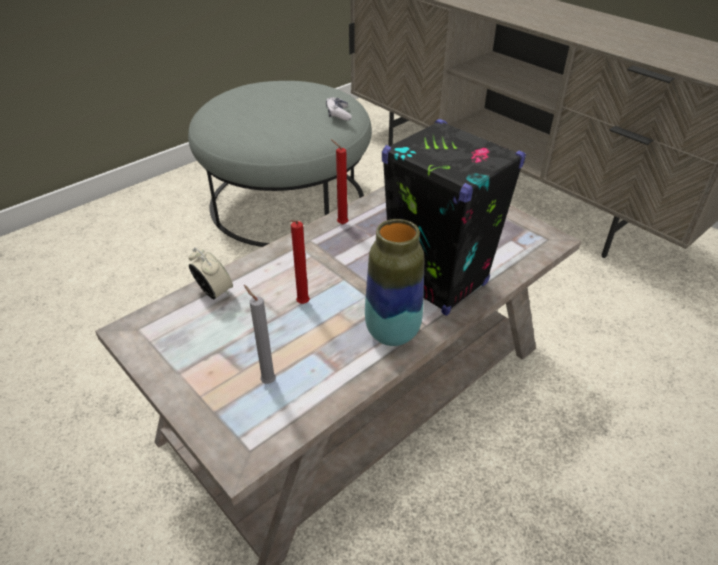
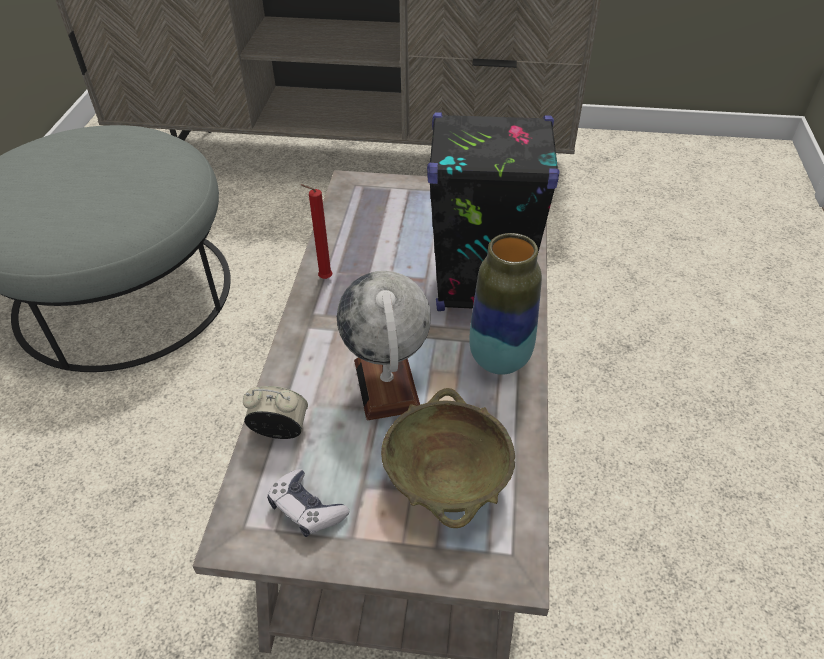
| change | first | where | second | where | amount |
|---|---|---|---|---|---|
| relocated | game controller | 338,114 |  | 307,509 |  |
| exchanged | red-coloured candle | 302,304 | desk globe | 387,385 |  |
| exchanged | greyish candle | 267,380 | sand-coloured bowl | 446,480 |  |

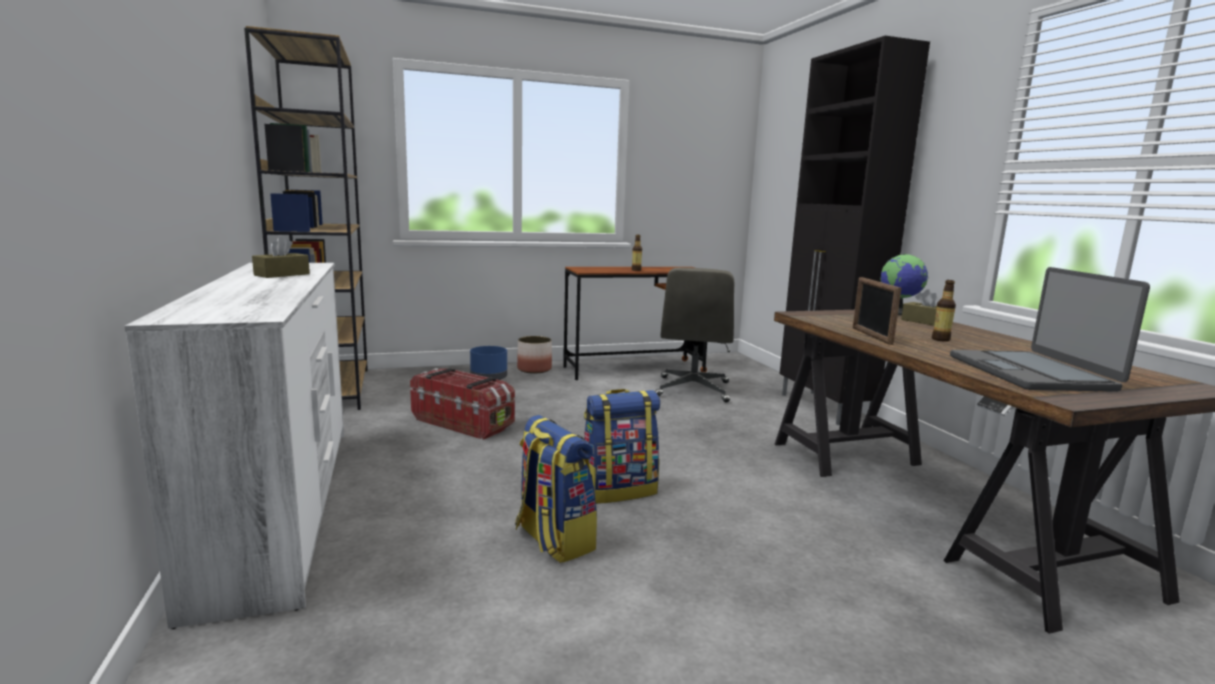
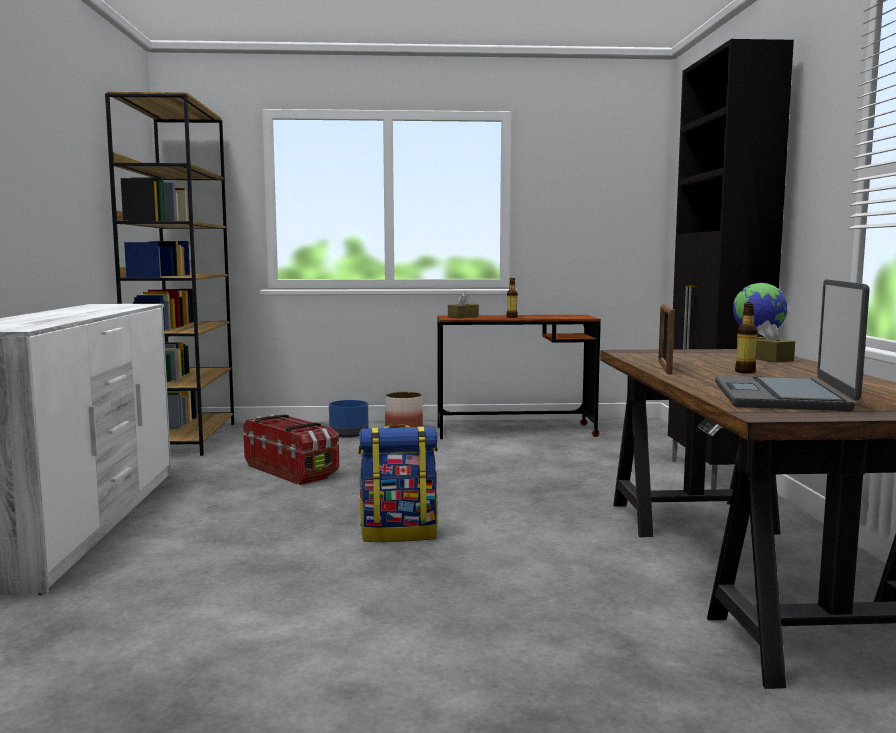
| change | first | where | second | where | amount |
|---|---|---|---|---|---|
| relocated | brown-coloured tissue holder | 282,274 |  | 463,317 |  |
| missing | greyish desk chair | 693,390 |  |  |  |
| missing | knapsack | 553,539 |  |  |  |

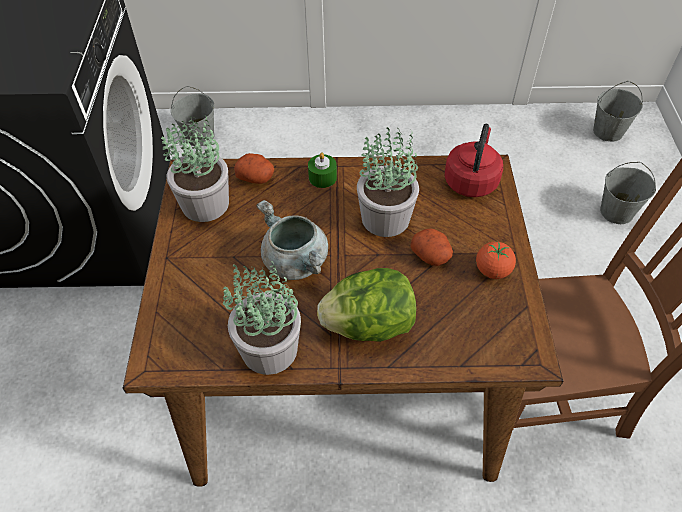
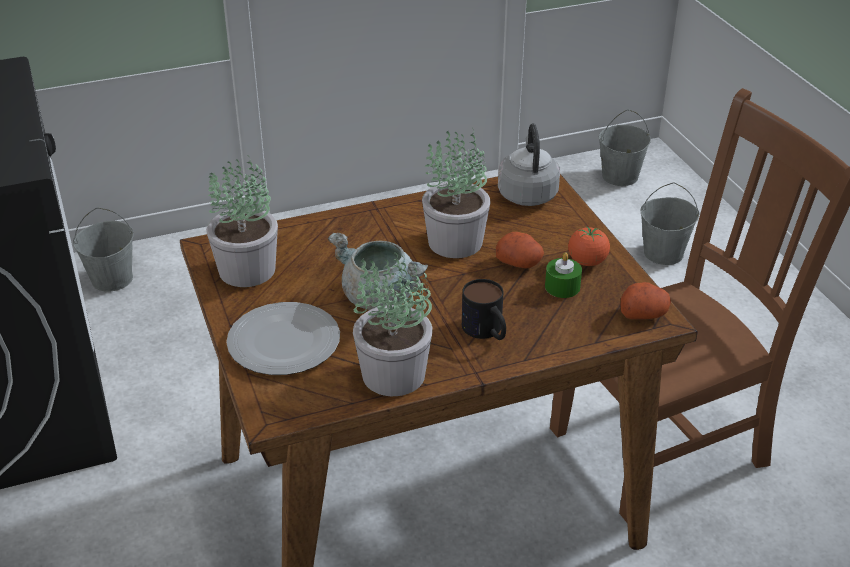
| change | first | where | second | where | amount |
|---|---|---|---|---|---|
| colour | red-coloured tea kettle | 471,180 | greyish tea kettle | 527,193 |  |
| relocated | greenish candle | 322,177 |  | 562,287 |  |
| relocated | potato | 256,177 |  | 643,313 |  |
| exchanged | lettuce | 369,325 | coffee mug | 487,331 |  |
| appeared |  |  | plate | 283,343 |  |

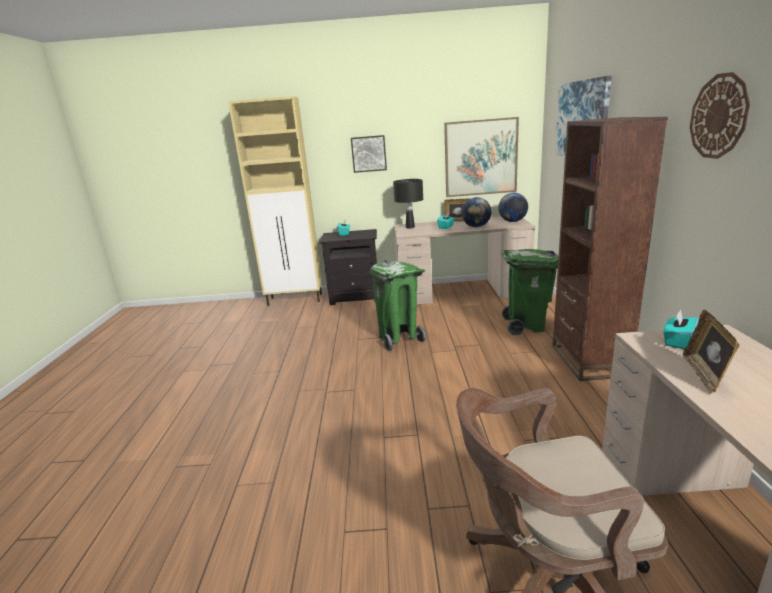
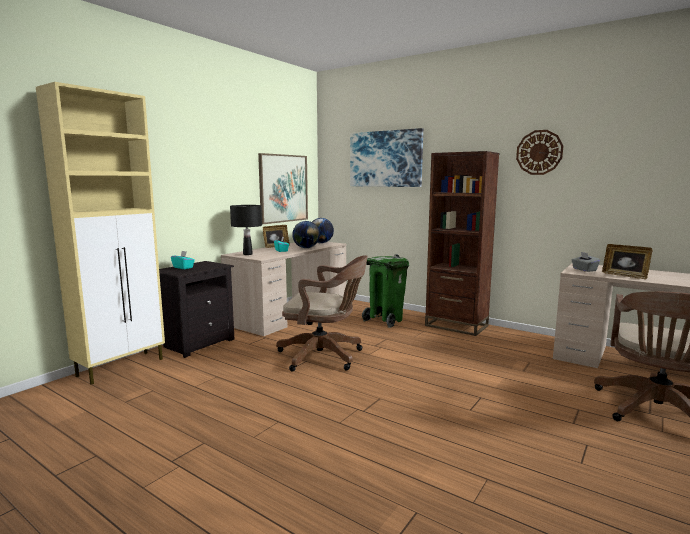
| change | first | where | second | where | amount |
|---|---|---|---|---|---|
| missing | wall art | 369,153 |  |  |  |
| exchanged | greenish trash can | 399,339 | brown-coloured desk chair | 325,356 |  |
| colour | turquoise tissue holder | 678,341 | greyish tissue holder | 584,270 |  |

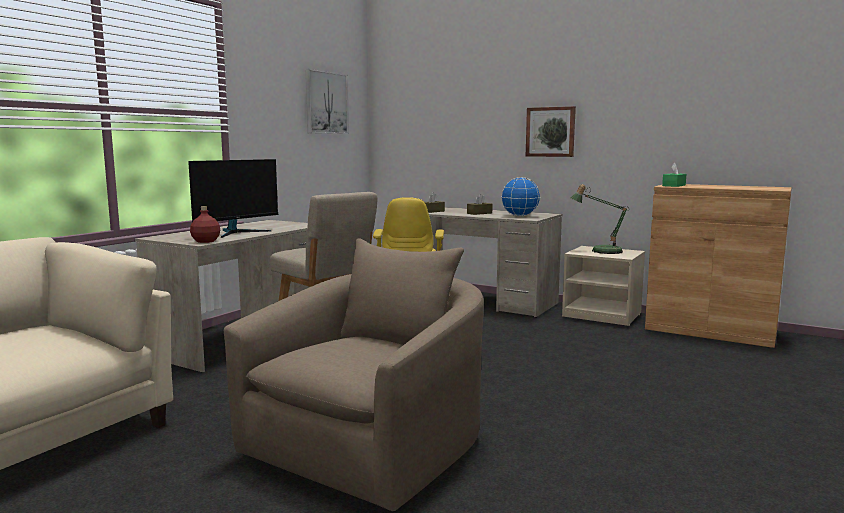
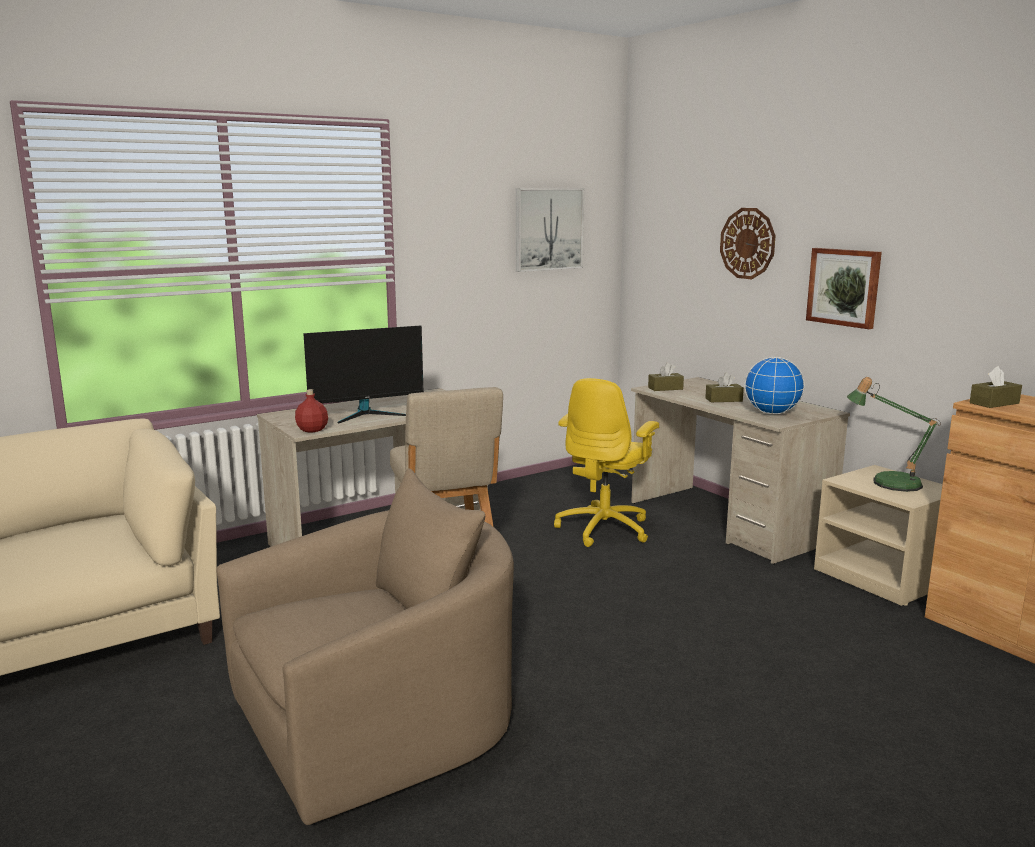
| change | first | where | second | where | amount |
|---|---|---|---|---|---|
| colour | greenish tissue holder | 674,185 | brown-coloured tissue holder | 994,403 |  |
| appeared |  |  | wall clock | 747,243 |  |

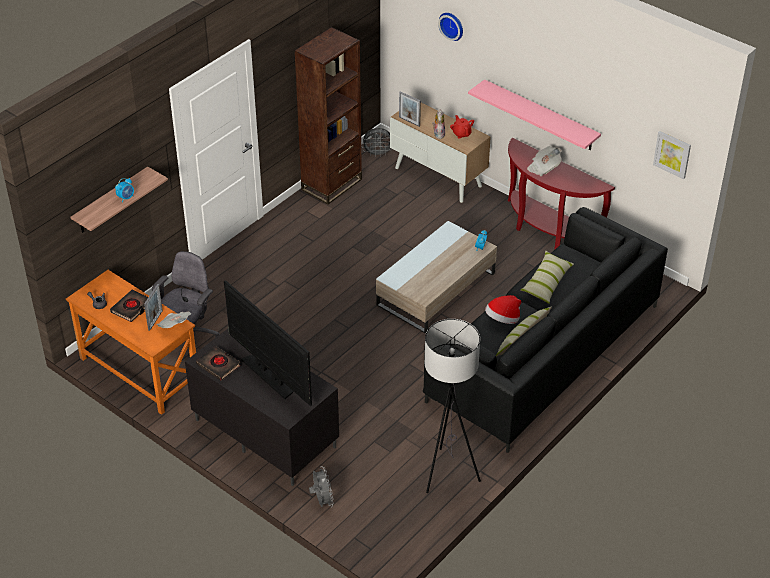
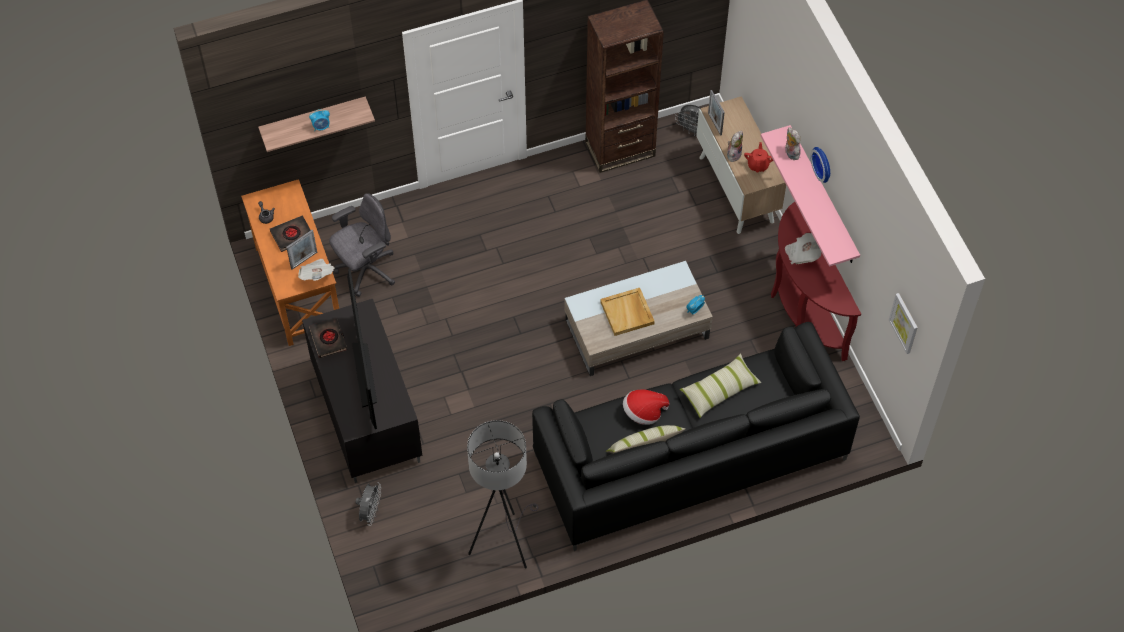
| change | first | where | second | where | amount |
|---|---|---|---|---|---|
| relocated | wall clock | 452,25 |  | 823,163 |  |
| appeared |  |  | soft toy | 790,153 |  |
| appeared |  |  | sand-coloured tray | 627,313 |  |

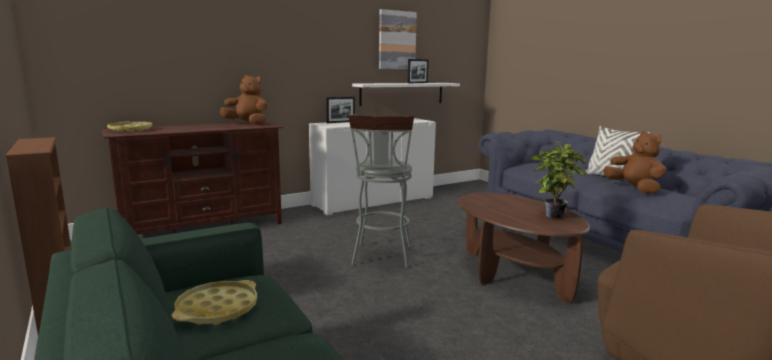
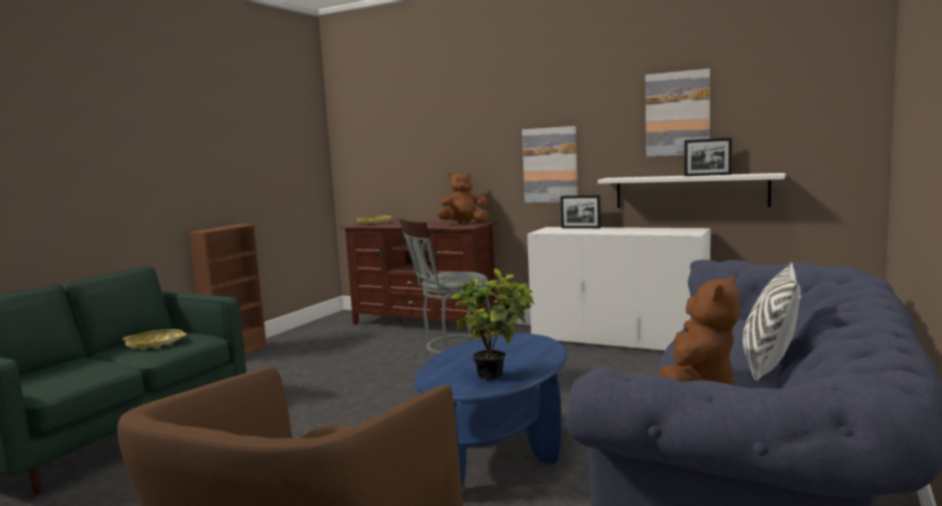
| change | first | where | second | where | amount |
|---|---|---|---|---|---|
| spun | brown-coloured soft toy | 247,124 |  | 463,223 | 90 degrees counterclockwise |
| colour | brown-coloured lounge table | 513,274 | blue lounge table | 498,453 |  |
| appeared |  |  | wall art | 550,165 |  |

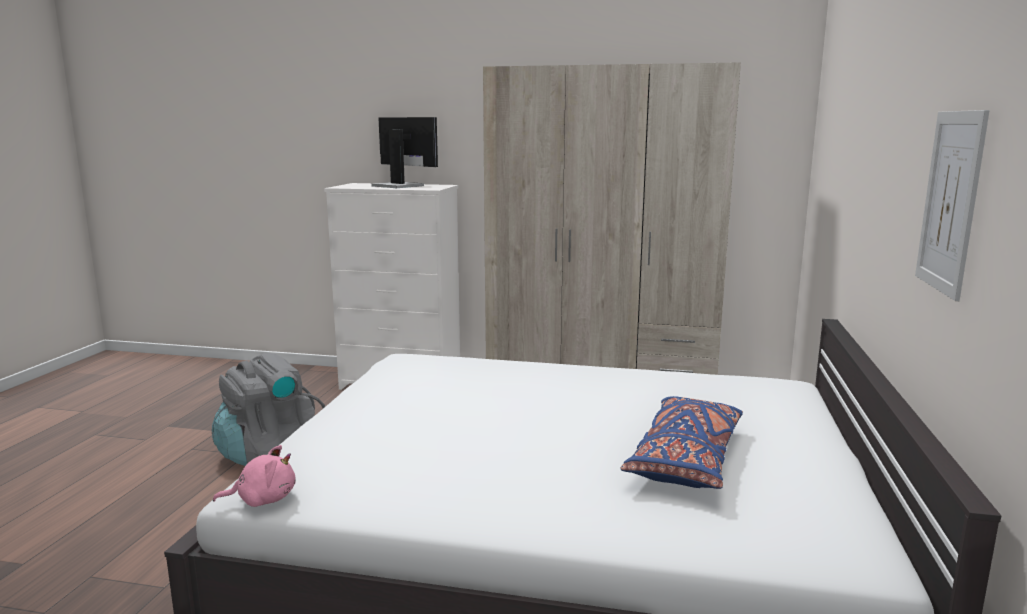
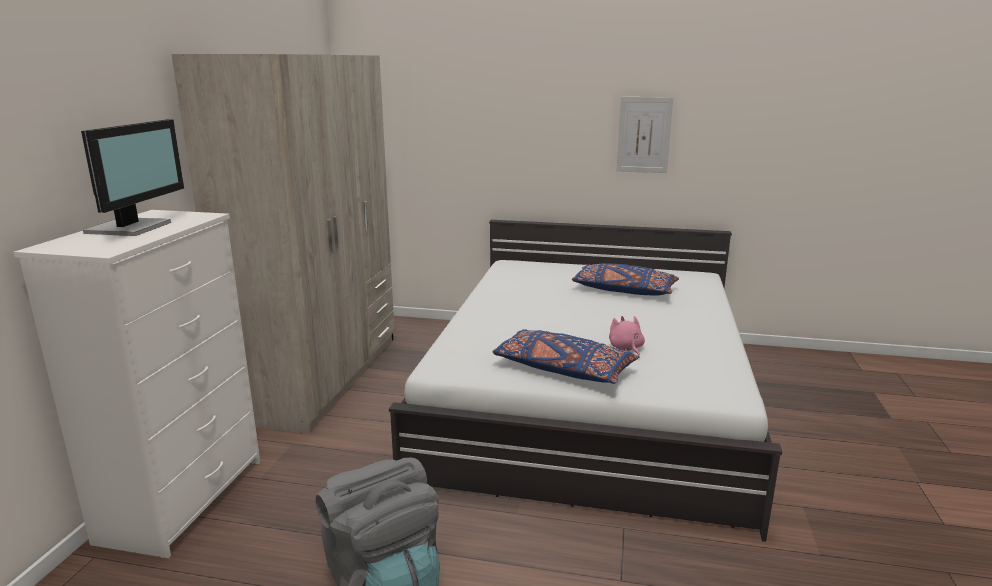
| change | first | where | second | where | amount |
|---|---|---|---|---|---|
| spun | computer screen | 399,185 |  | 132,227 | 150 degrees clockwise |
| relocated | pink soft toy | 263,499 |  | 626,349 |  |
| appeared |  |  | blue throw pillow | 563,369 |  |

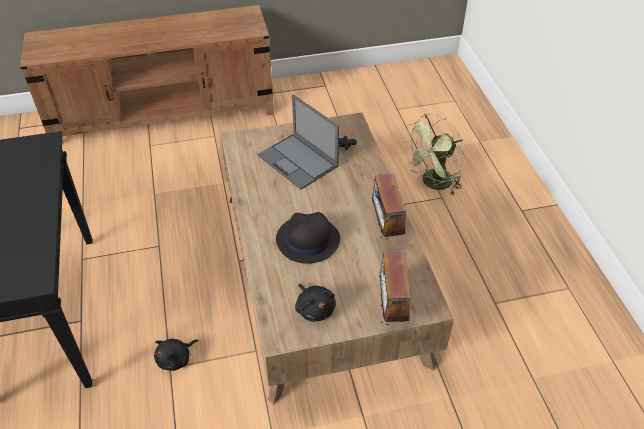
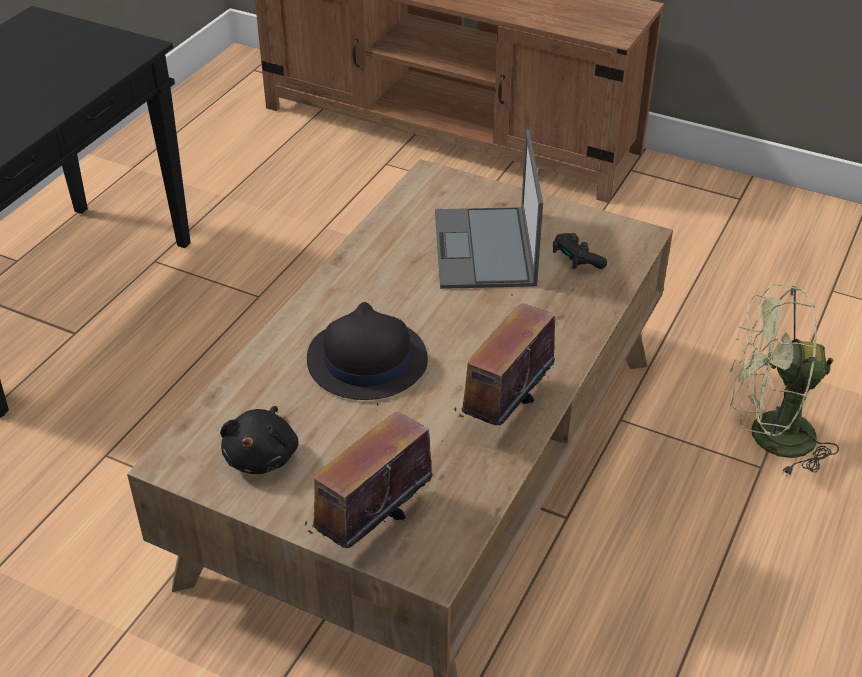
| change | first | where | second | where | amount |
|---|---|---|---|---|---|
| missing | black-coloured soft toy | 176,359 |  |  |  |

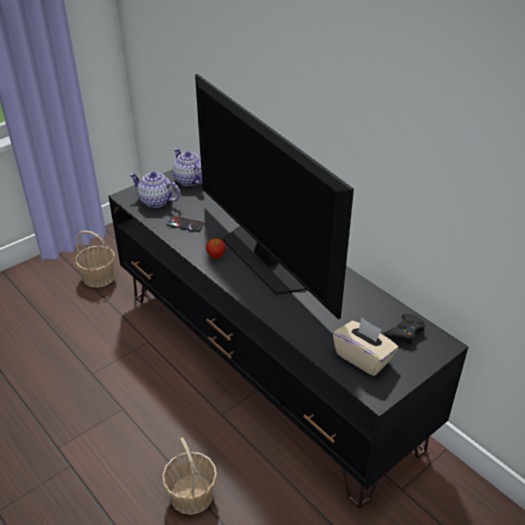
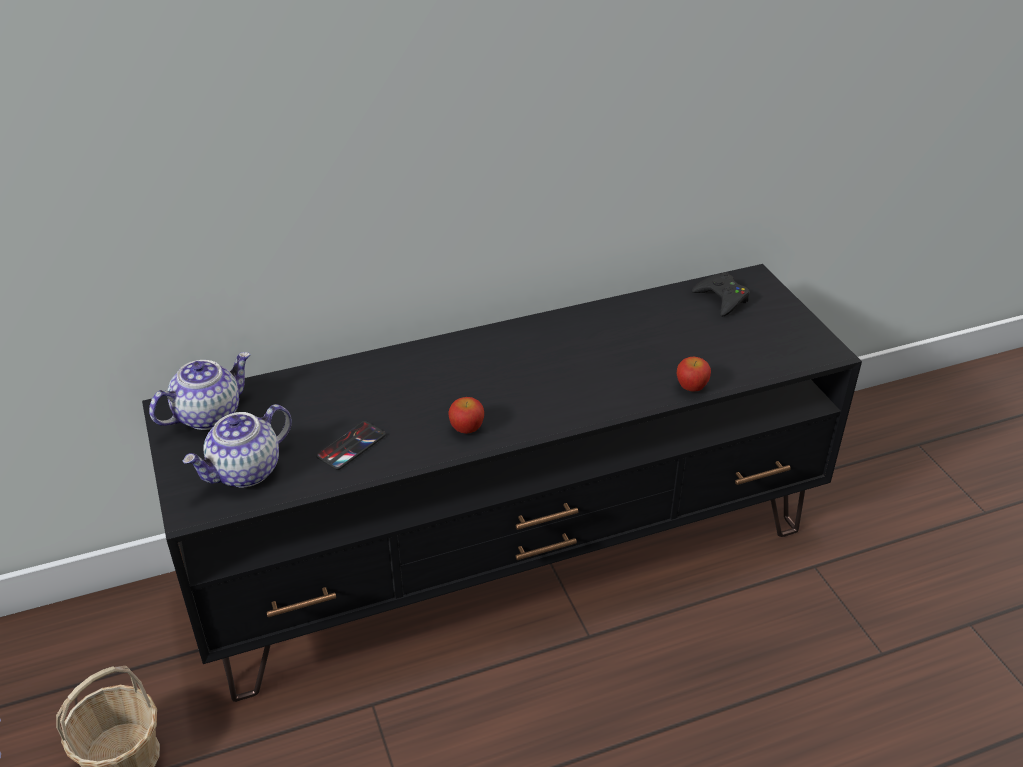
| change | first | where | second | where | amount |
|---|---|---|---|---|---|
| missing | TV | 266,258 |  |  |  |
| spun | pot for tea | 189,180 |  | 208,414 | 150 degrees clockwise |
| missing | sand-coloured tissue holder | 363,358 |  |  |  |
| missing | household basket | 191,495 |  |  |  |
| appeared |  |  | apple fruit | 691,387 |  |

